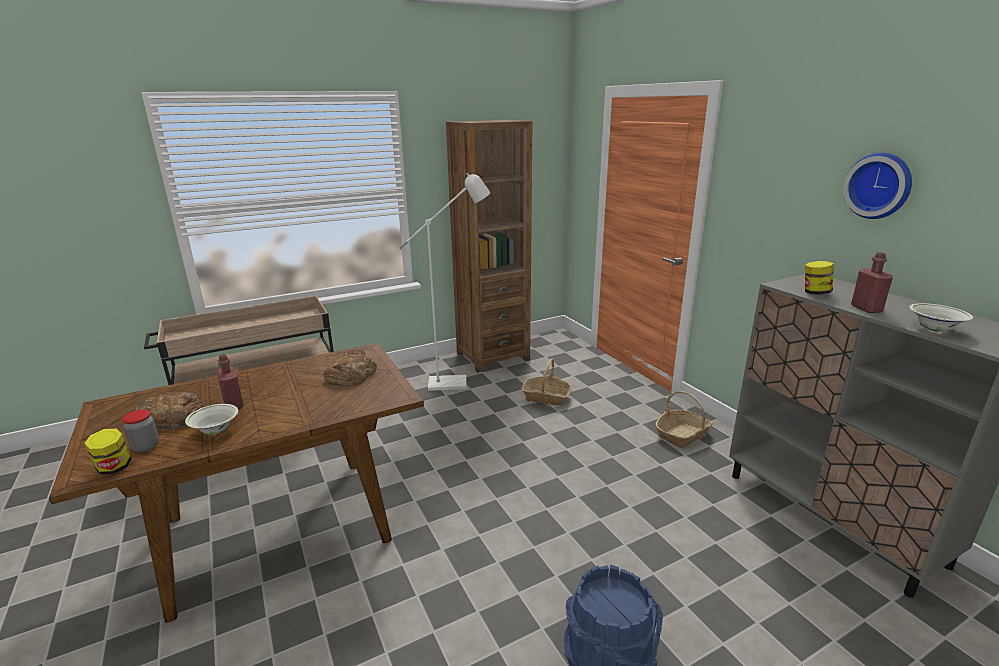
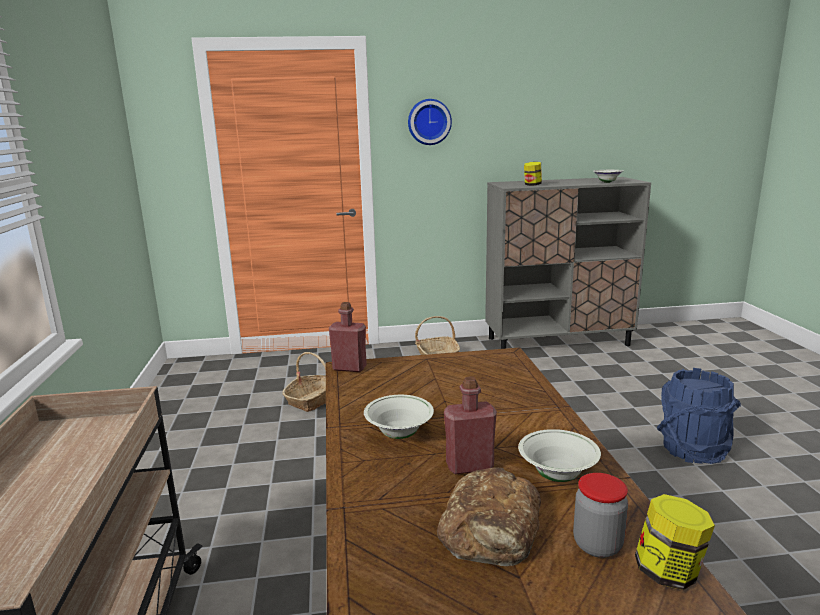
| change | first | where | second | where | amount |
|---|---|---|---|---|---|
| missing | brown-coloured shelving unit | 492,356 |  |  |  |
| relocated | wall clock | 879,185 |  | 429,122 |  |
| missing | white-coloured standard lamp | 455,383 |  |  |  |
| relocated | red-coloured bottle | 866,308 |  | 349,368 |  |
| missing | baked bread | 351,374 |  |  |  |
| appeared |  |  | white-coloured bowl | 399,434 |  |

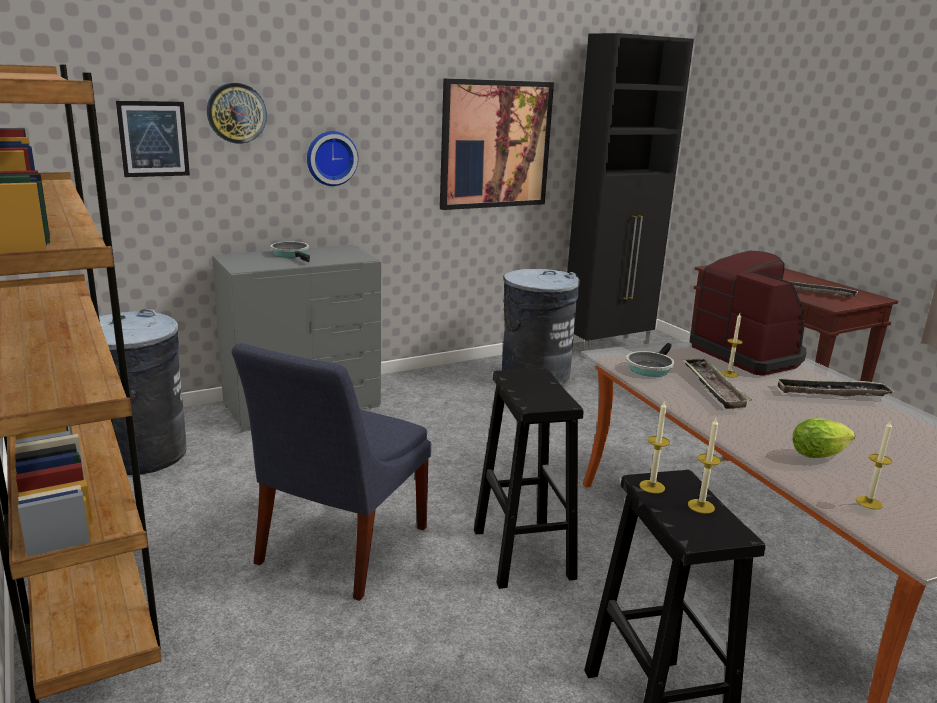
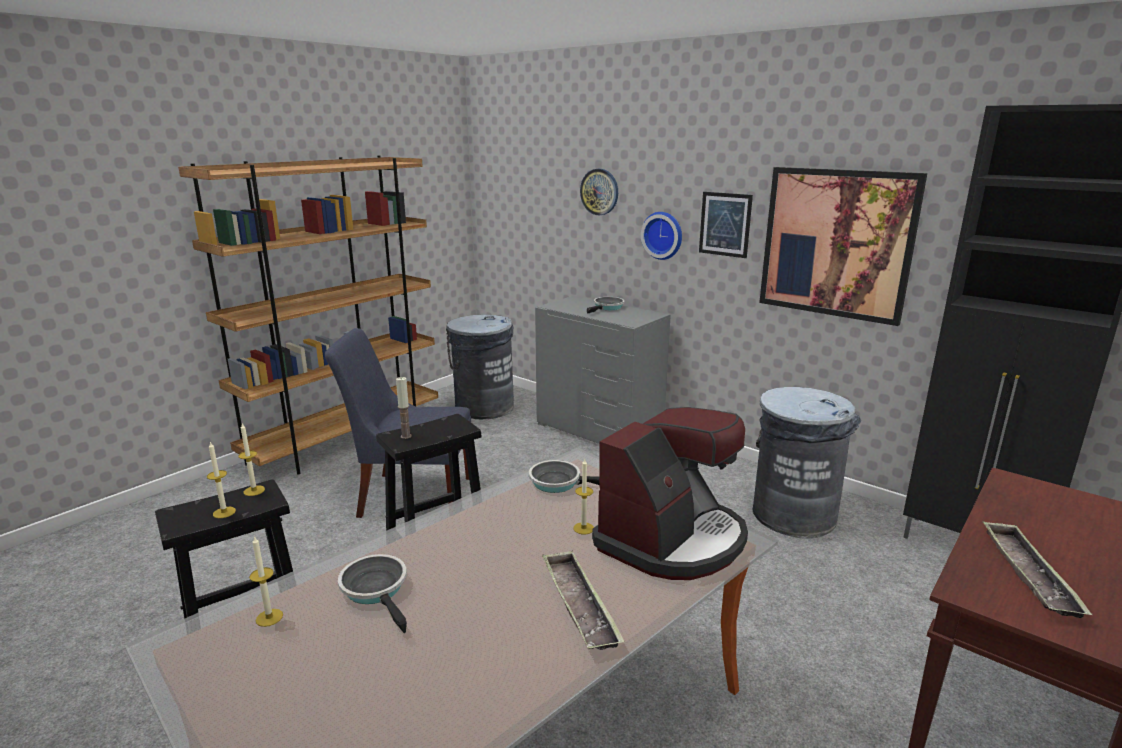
| change | first | where | second | where | amount |
|---|---|---|---|---|---|
| relocated | wall art | 153,139 |  | 725,224 |  |
| missing | tray | 713,387 |  |  |  |
| exchanged | lettuce | 821,455 | frying pan | 377,590 |  |
| appeared |  |  | candle | 406,436 |  |

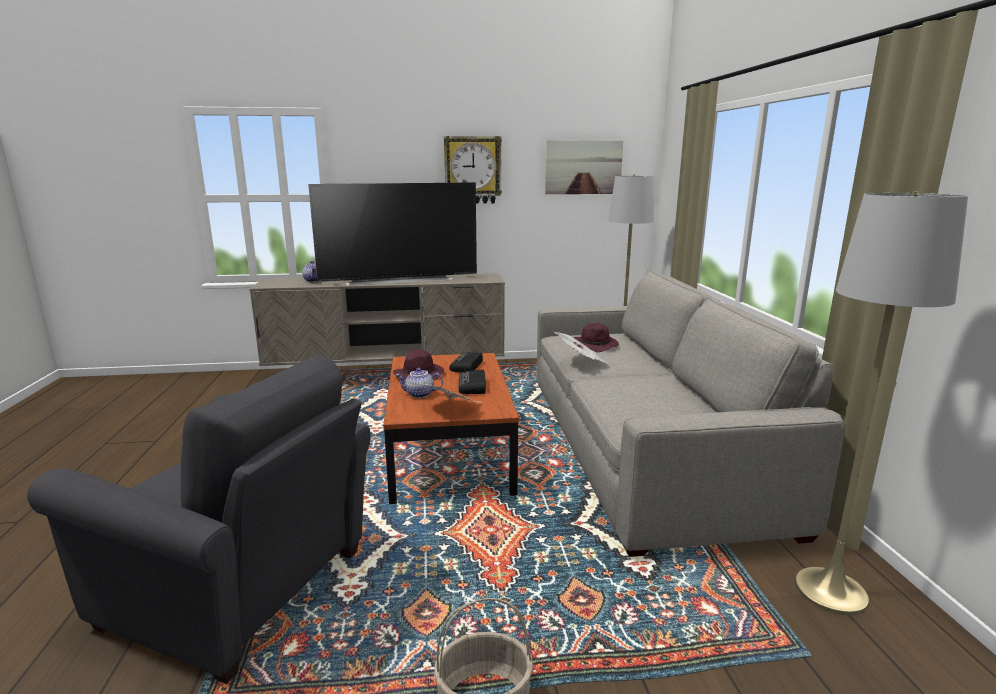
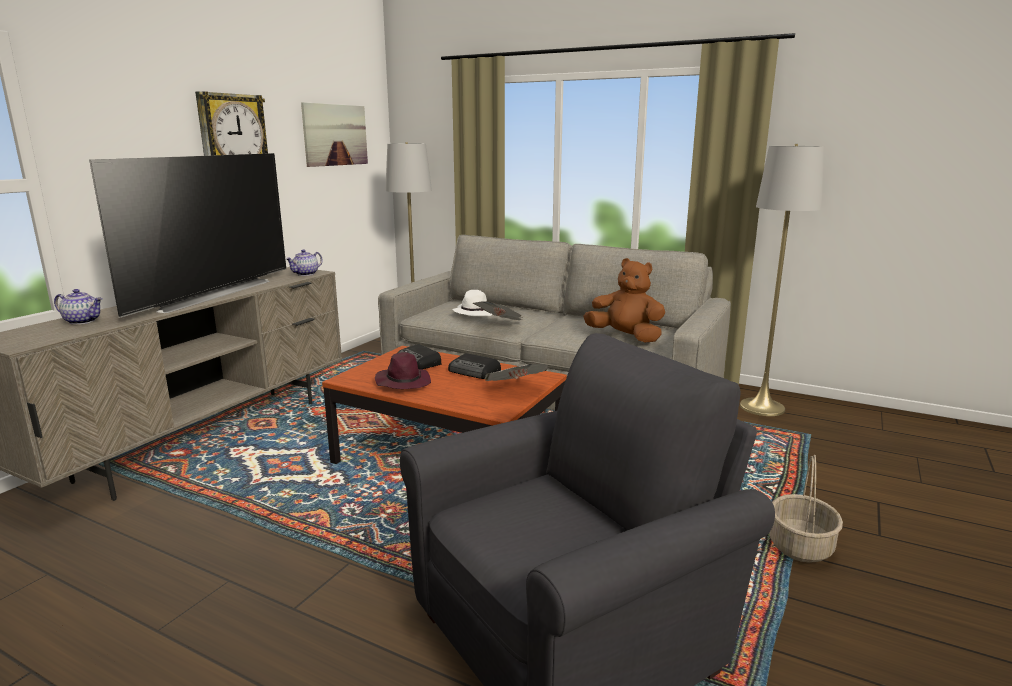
| change | first | where | second | where | amount |
|---|---|---|---|---|---|
| colour | purple wearable hat | 595,345 | white-coloured wearable hat | 474,312 |  |
| relocated | pot for tea | 419,394 |  | 306,274 |  |
| appeared |  |  | brown-coloured soft toy | 625,337 |  |

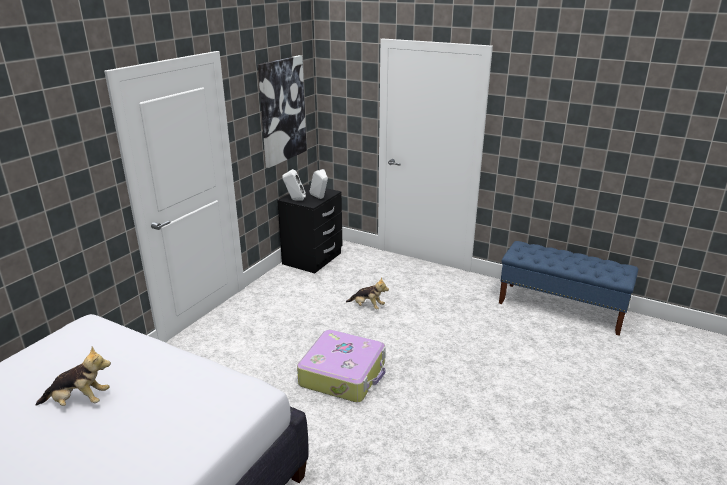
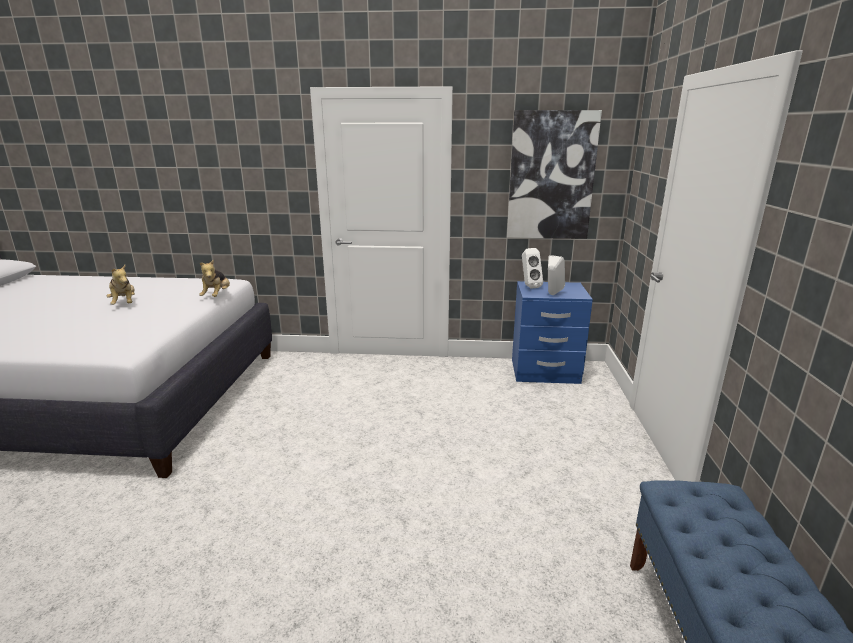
| change | first | where | second | where | amount |
|---|---|---|---|---|---|
| colour | black-coloured night table | 313,259 | blue night table | 545,372 |  |
| relocated | soft toy | 367,306 |  | 217,296 |  |
| missing | suitcase | 343,374 |  |  |  |

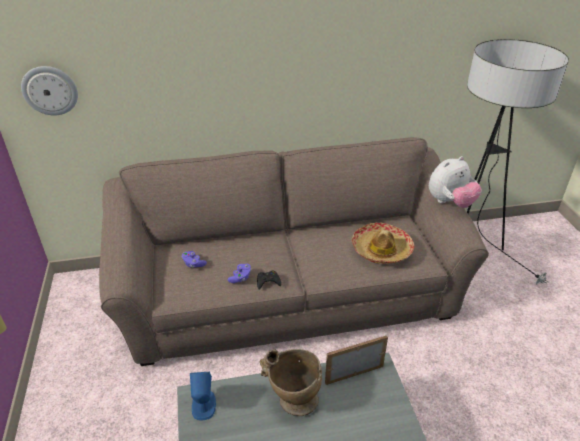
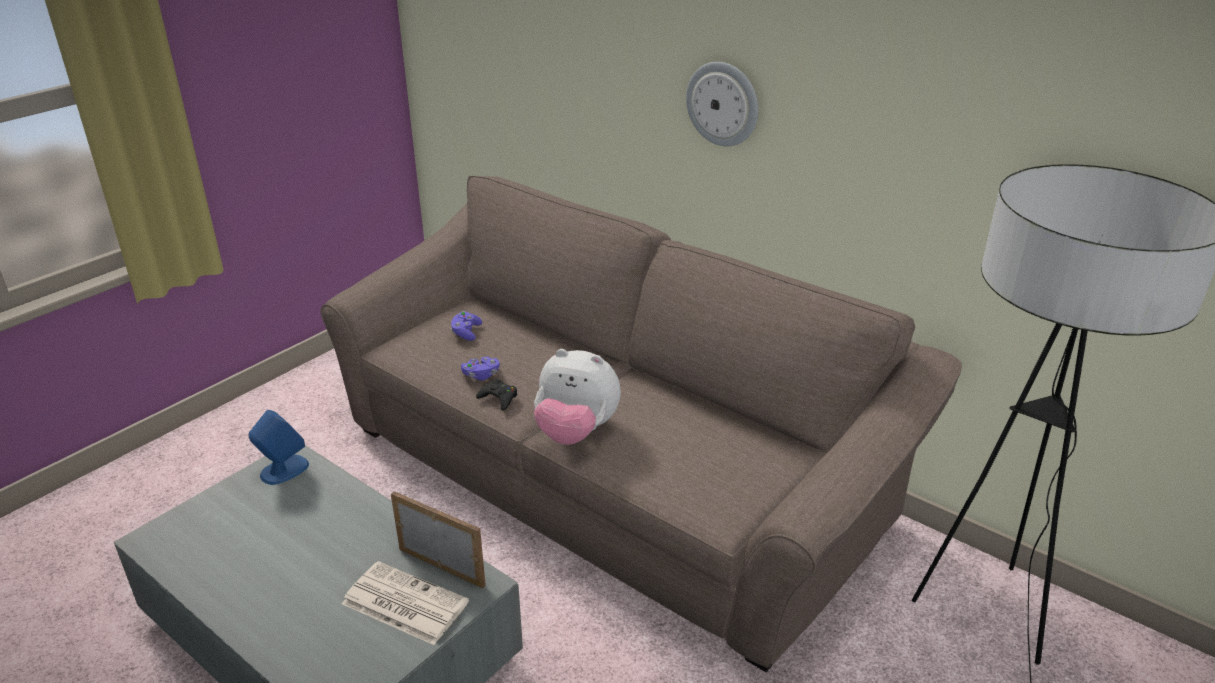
| change | first | where | second | where | amount |
|---|---|---|---|---|---|
| relocated | wall clock | 50,90 |  | 723,104 |  |
| relocated | soft toy | 450,203 |  | 576,432 |  |
| missing | wearable hat | 381,250 |  |  |  |
| missing | sand-coloured decorative vase | 291,400 |  |  |  |
| appeared |  |  | newspaper | 403,603 |  |

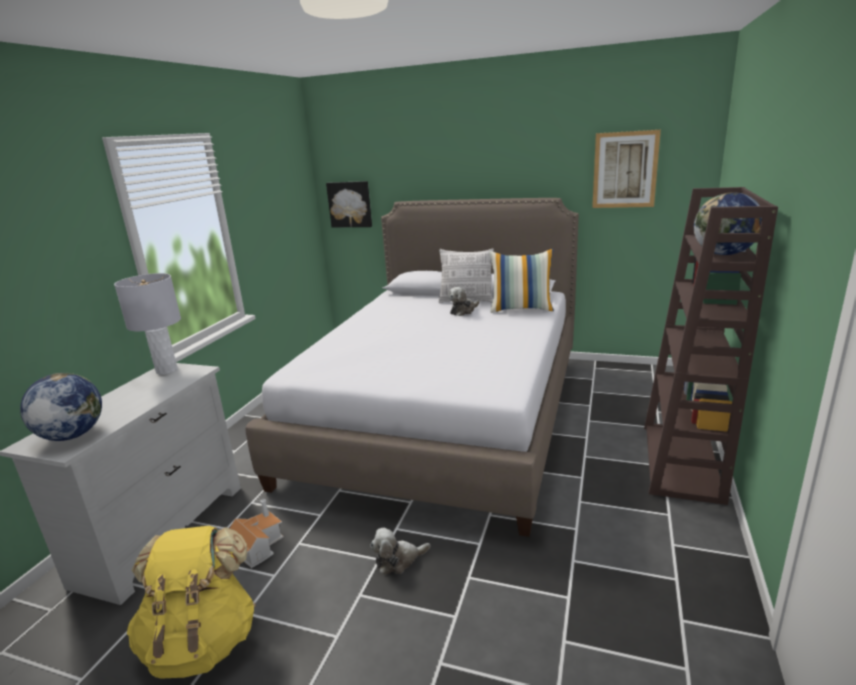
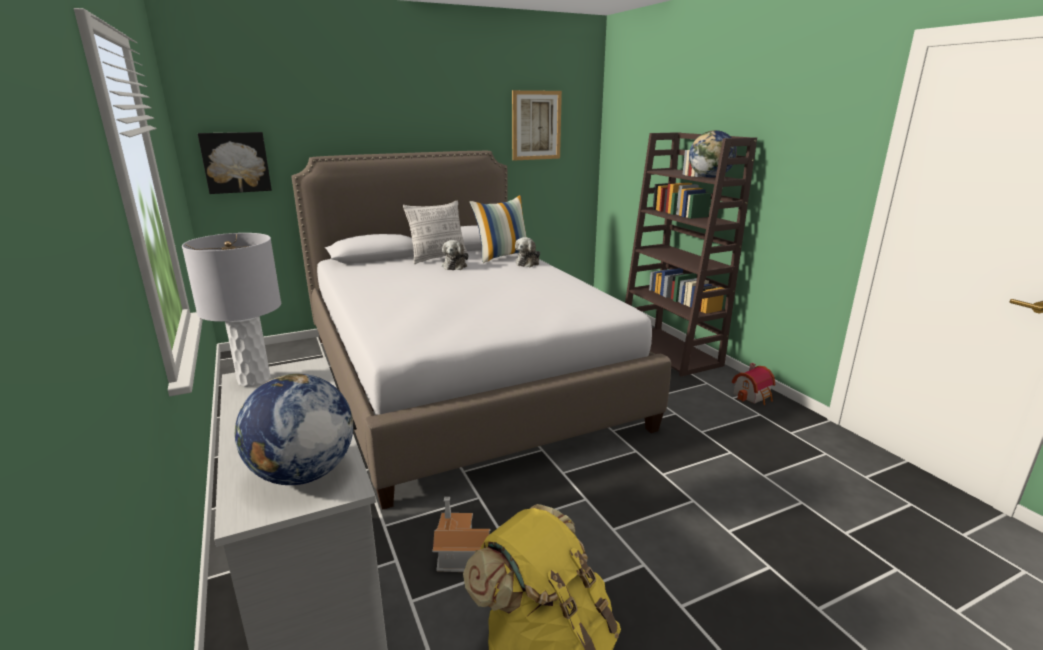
| change | first | where | second | where | amount |
|---|---|---|---|---|---|
| relocated | soft toy | 398,560 |  | 528,263 |  |
| appeared |  |  | miniature house | 753,396 |  |

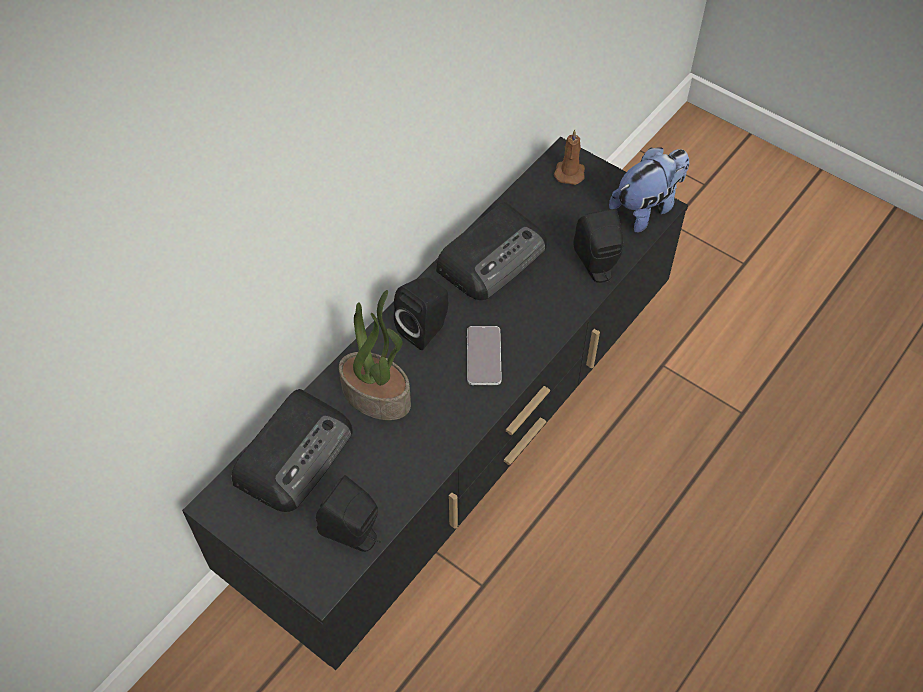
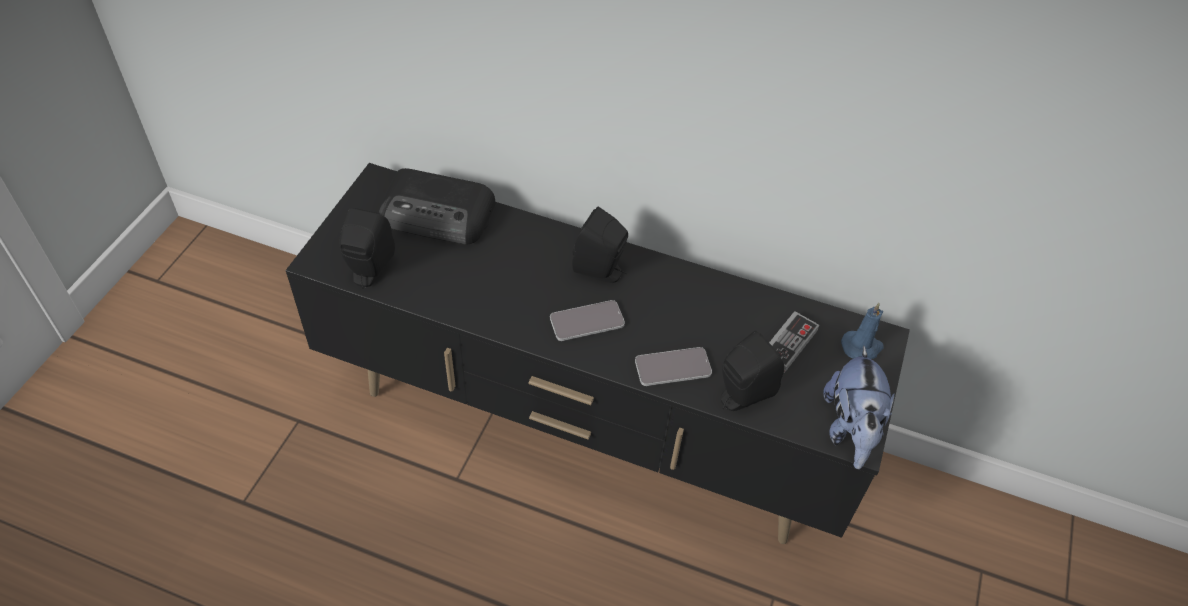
| change | first | where | second | where | amount |
|---|---|---|---|---|---|
| colour | brown-coloured candle | 569,172 | blue candle | 862,347 |  |
| spun | soft toy | 647,208 |  | 850,429 | 60 degrees clockwise |
| missing | radio set | 493,256 |  |  |  |
| missing | plant in a pot | 377,395 |  |  |  |
| appeared |  |  | game controller | 788,344 |  |
| appeared |  |  | phone | 673,367 |  |

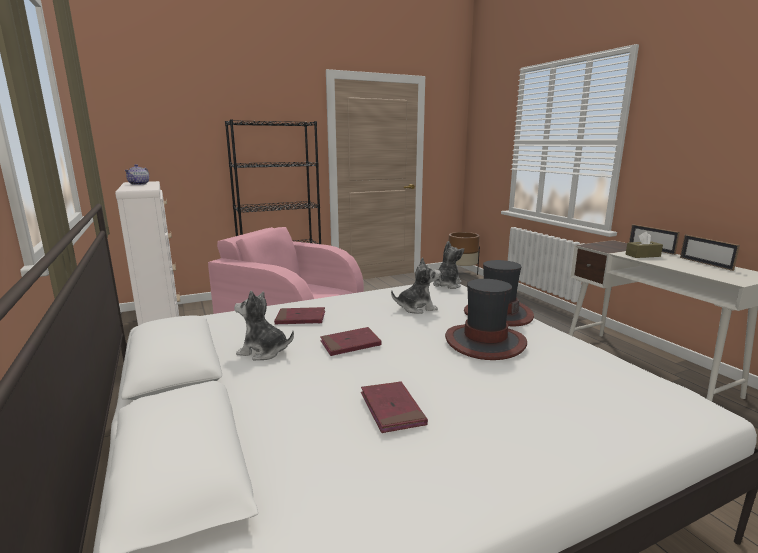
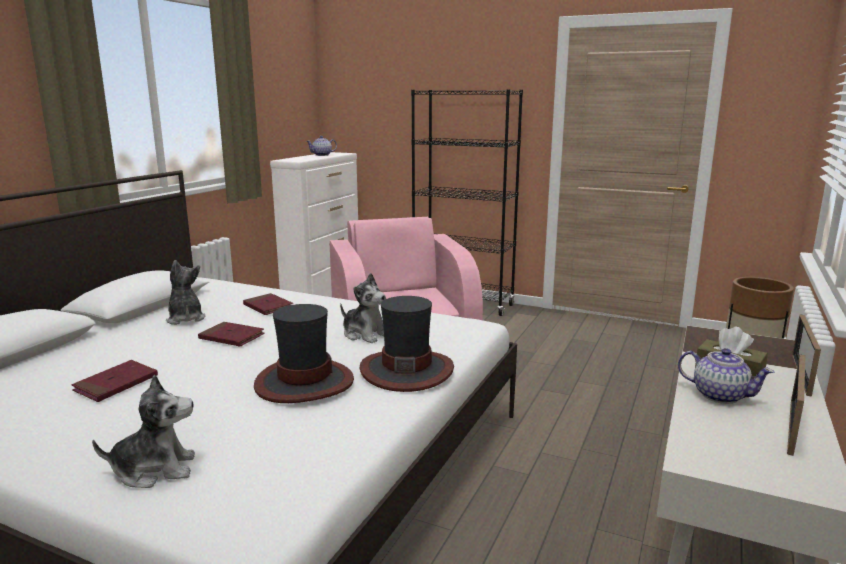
| change | first | where | second | where | amount |
|---|---|---|---|---|---|
| relocated | soft toy | 446,285 |  | 154,470 |  |
| appeared |  |  | pot for tea | 719,395 |  |

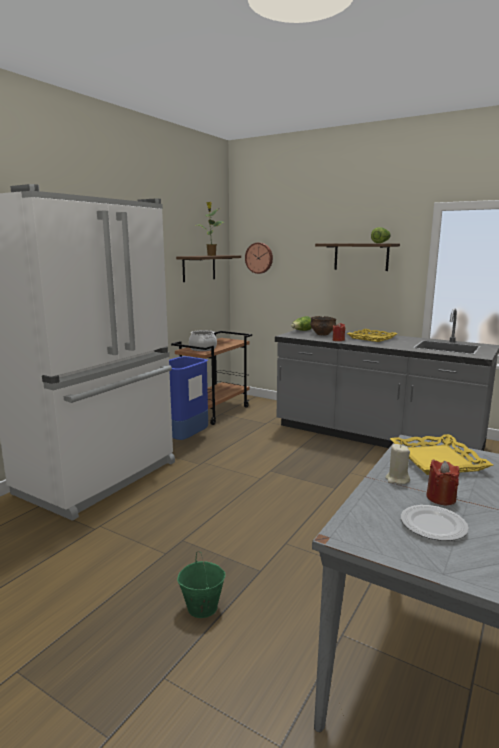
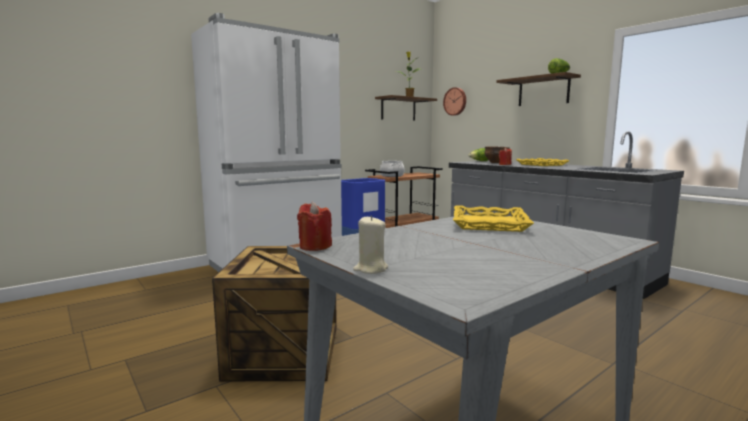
| change | first | where | second | where | amount |
|---|---|---|---|---|---|
| relocated | sand-coloured candle | 397,479 |  | 370,269 |  |
| relocated | red-coloured candle | 441,498 |  | 315,246 |  |
| missing | plate | 432,525 |  |  |  |
| exchanged | greenish pail | 202,607 | packing crate | 283,351 |  |

